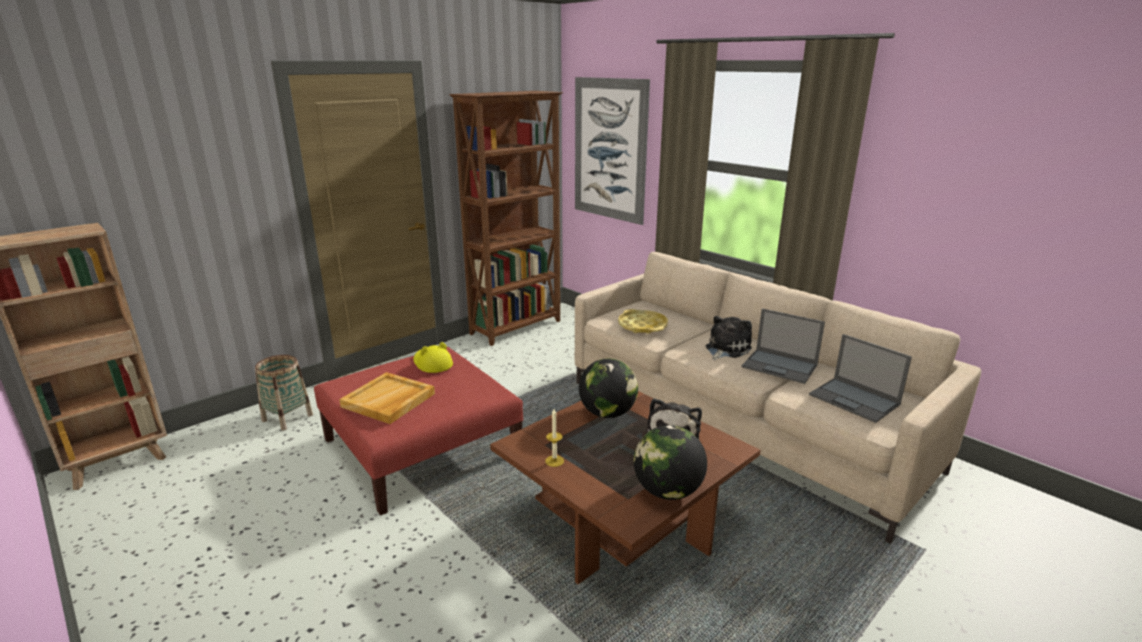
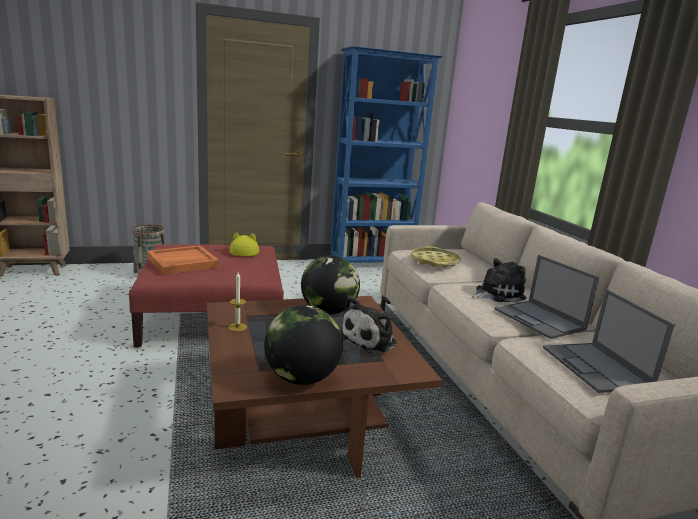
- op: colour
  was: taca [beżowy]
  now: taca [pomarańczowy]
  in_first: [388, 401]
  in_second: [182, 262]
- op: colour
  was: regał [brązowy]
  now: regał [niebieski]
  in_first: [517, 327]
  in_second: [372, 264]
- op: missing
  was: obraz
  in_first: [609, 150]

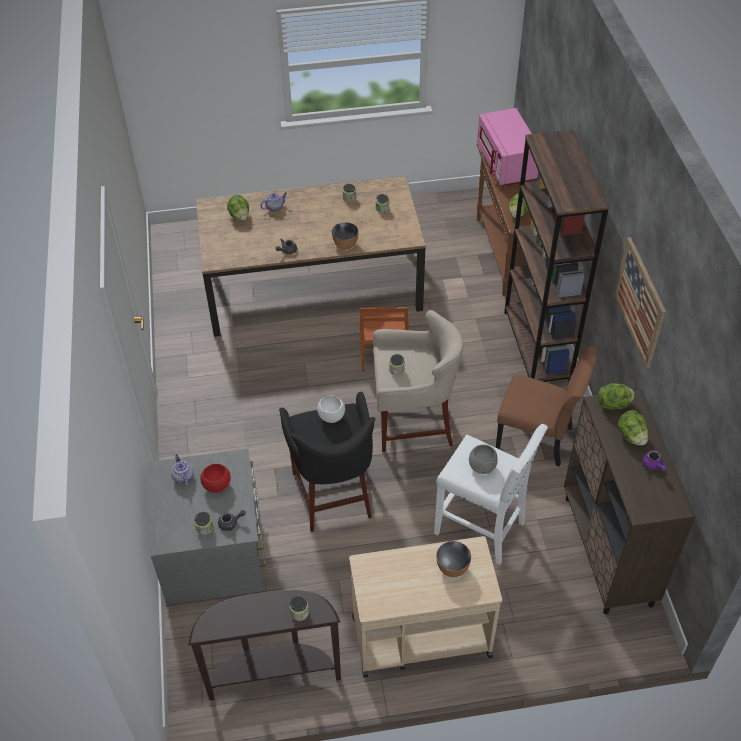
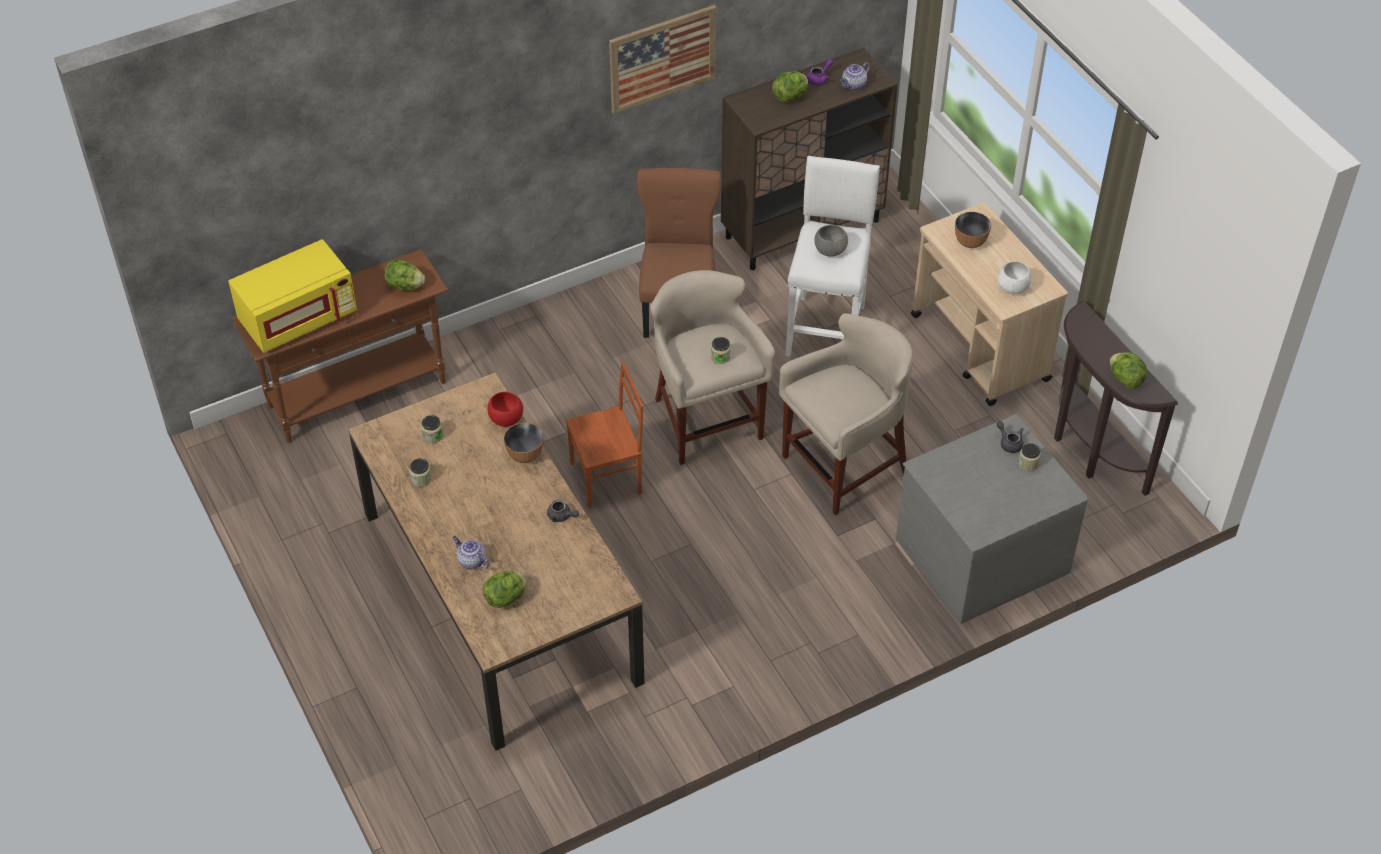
- op: relocated
  was: imbryk
  in_first: [183, 477]
  in_second: [853, 85]
- op: relocated
  was: miska [czerwony]
  in_first: [216, 485]
  in_second: [506, 420]
- op: colour
  was: stołek [czarny]
  now: stołek [beżowy]
  in_first: [333, 493]
  in_second: [844, 467]
- op: missing
  was: słoik
  in_first: [299, 612]
- op: relocated
  was: miska [biały]
  in_first: [331, 417]
  in_second: [1013, 288]
- op: colour
  was: mikrofalówka [różowy]
  now: mikrofalówka [żółty]
  in_first: [506, 164]
  in_second: [298, 318]
- op: missing
  was: regał [brązowy]
  in_first: [537, 346]
- op: relocated
  was: sałata
  in_first: [614, 404]
  in_second: [1125, 379]

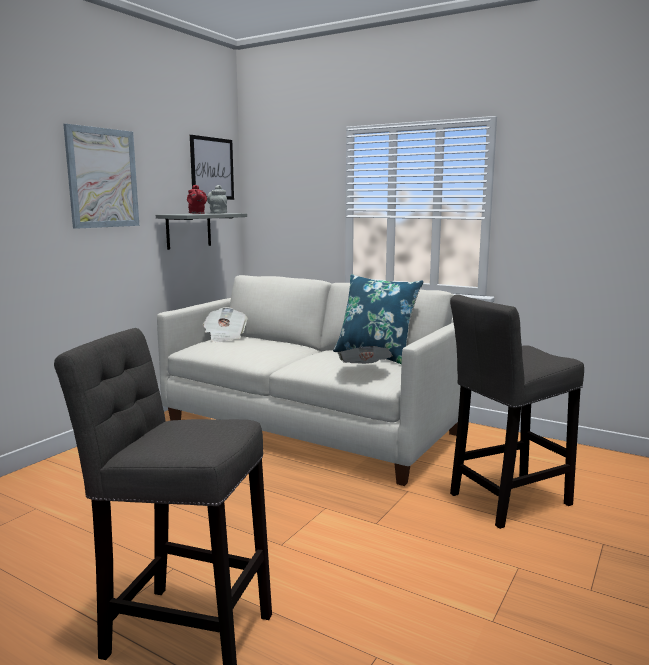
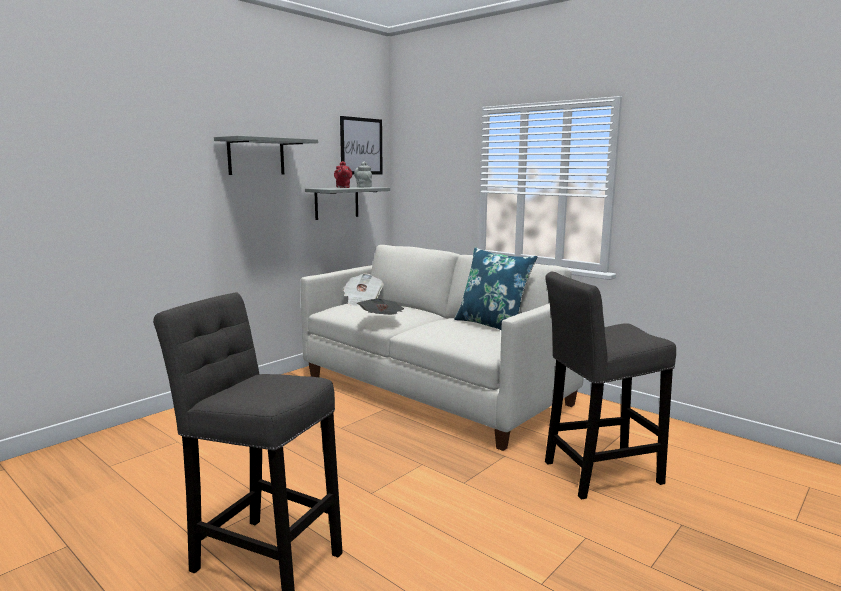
- op: exchanged
  was: obraz
  now: półka [szary]
  in_first: [102, 178]
  in_second: [256, 156]
- op: relocated
  was: gazeta
  in_first: [364, 370]
  in_second: [382, 320]

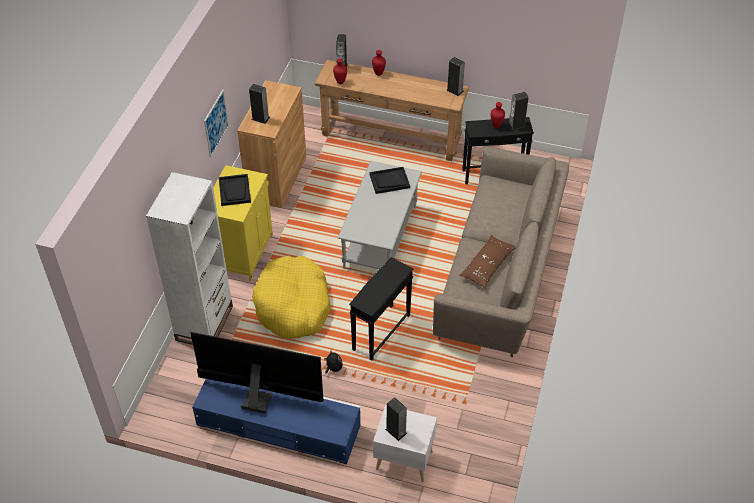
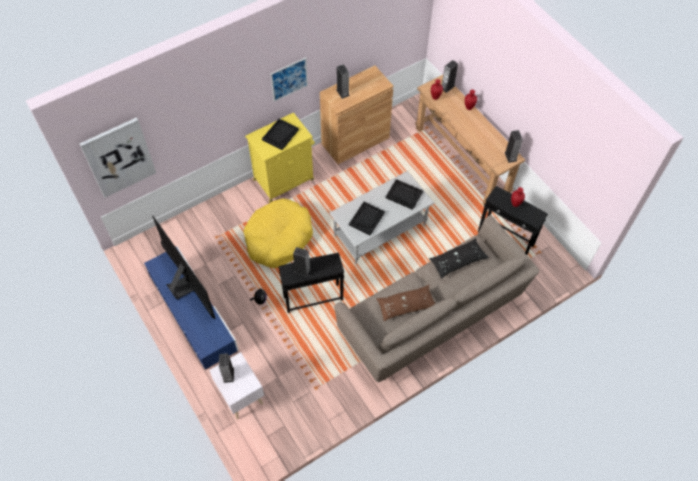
- op: missing
  was: regał [biały]
  in_first: [204, 323]
- op: relocated
  was: głośnik
  in_first: [516, 125]
  in_second: [302, 270]
- op: appeared
  now: obraz
  in_second: [119, 157]
- op: appeared
  now: taca [czarny]
  in_second: [366, 219]
- op: appeared
  now: poduszka [czarny]
  in_second: [458, 261]

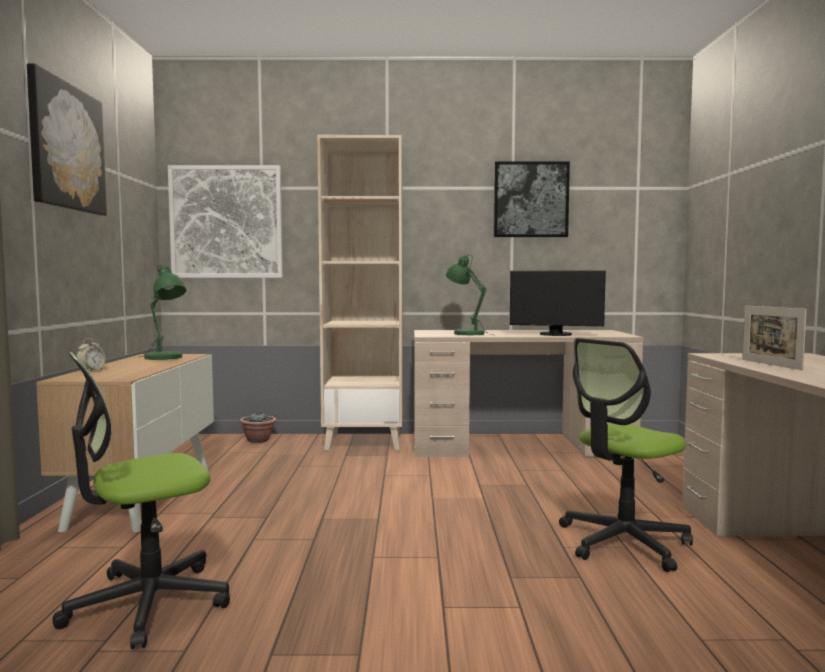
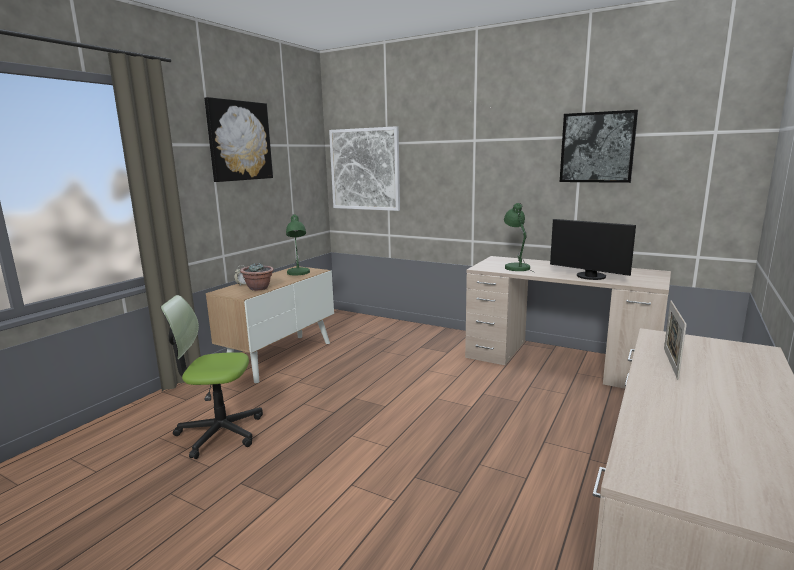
- op: relocated
  was: roślina doniczkowa
  in_first: [258, 440]
  in_second: [259, 288]
- op: missing
  was: regał [beżowy]
  in_first: [365, 442]
- op: missing
  was: krzesło biurowe
  in_first: [623, 542]

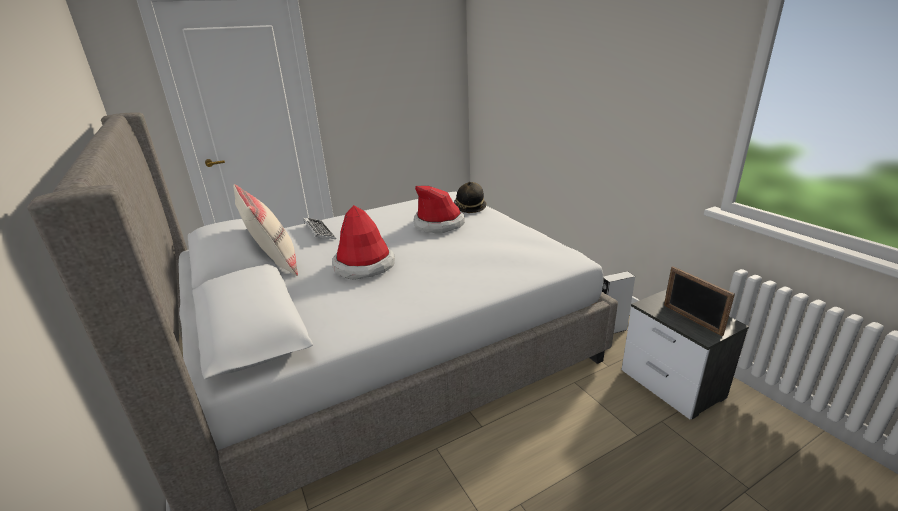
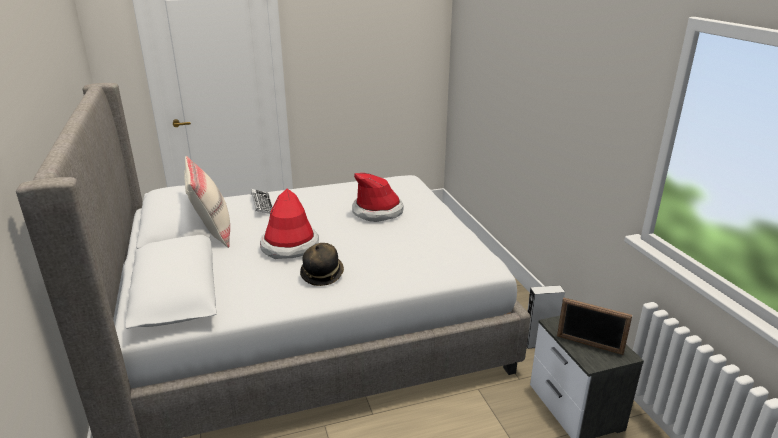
- op: relocated
  was: kapelusz
  in_first: [470, 207]
  in_second: [322, 274]
- op: spun
  was: ramka na zdjęcie
  in_first: [691, 319]
  in_second: [589, 345]
  clockwise: -45

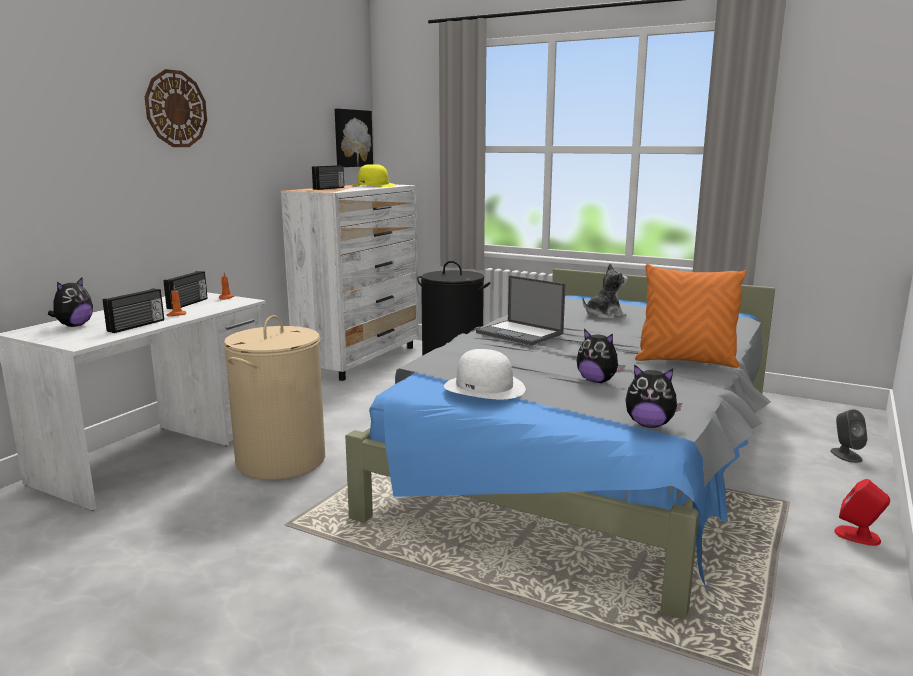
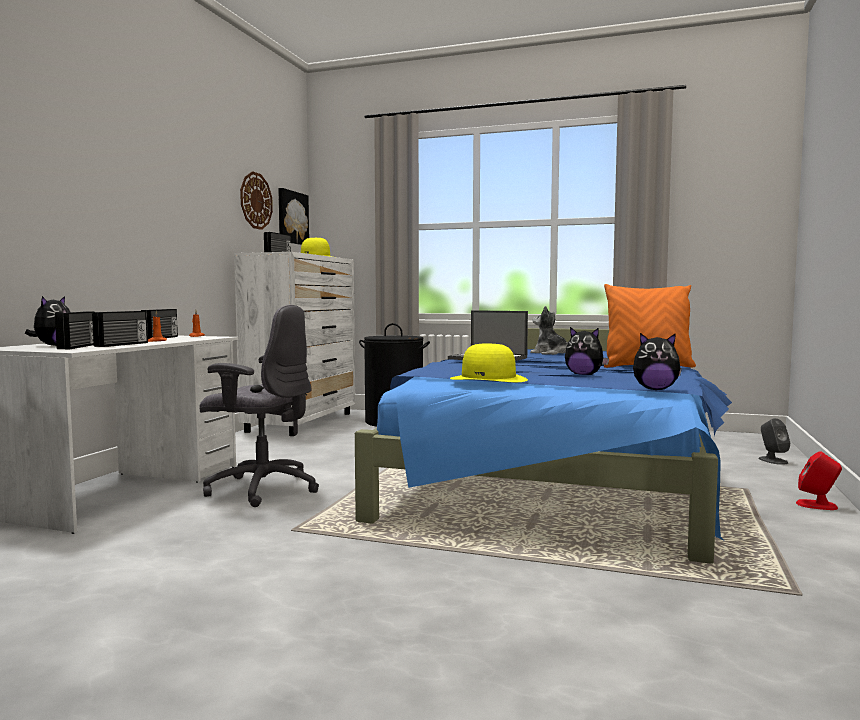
- op: relocated
  was: zegar ścienny
  in_first: [176, 109]
  in_second: [255, 201]
- op: exchanged
  was: kosz na pranie [beżowy]
  now: krzesło biurowe [szary]
  in_first: [281, 460]
  in_second: [262, 489]
- op: colour
  was: łóżko [szary]
  now: łóżko [niebieski]
  in_first: [592, 451]
  in_second: [559, 468]
- op: colour
  was: kapelusz [biały]
  now: kapelusz [żółty]
  in_first: [485, 387]
  in_second: [489, 379]
- op: spun
  was: pluszak
  in_first: [604, 315]
  in_second: [549, 353]
  clockwise: -105
- op: appeared
  now: radio
  in_second: [78, 346]

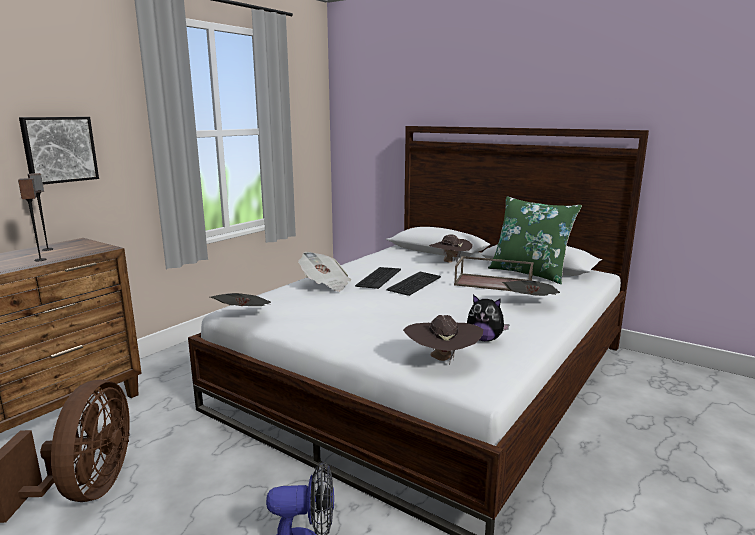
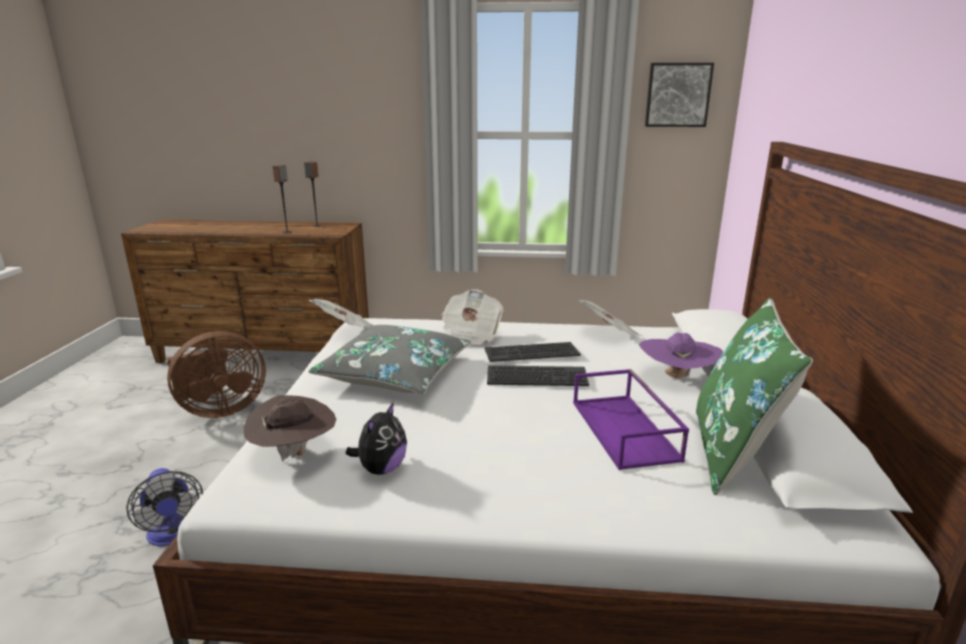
- op: relocated
  was: obraz
  in_first: [59, 149]
  in_second: [677, 95]
- op: colour
  was: kapelusz [brązowy]
  now: kapelusz [fioletowy]
  in_first: [449, 262]
  in_second: [676, 378]
- op: colour
  was: taca [brązowy]
  now: taca [fioletowy]
  in_first: [494, 283]
  in_second: [626, 430]
- op: spun
  was: pluszak
  in_first: [485, 339]
  in_second: [381, 469]
  clockwise: -150
- op: relocated
  was: gazeta
  in_first: [530, 303]
  in_second: [609, 334]
- op: appeared
  now: poduszka [szary]
  in_second: [395, 373]

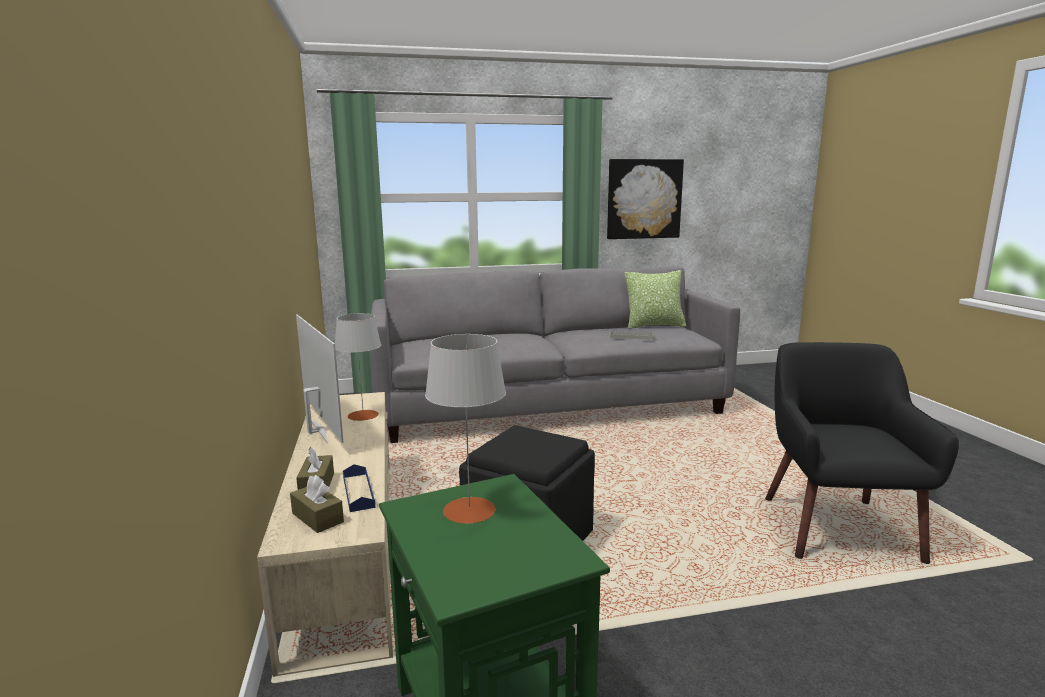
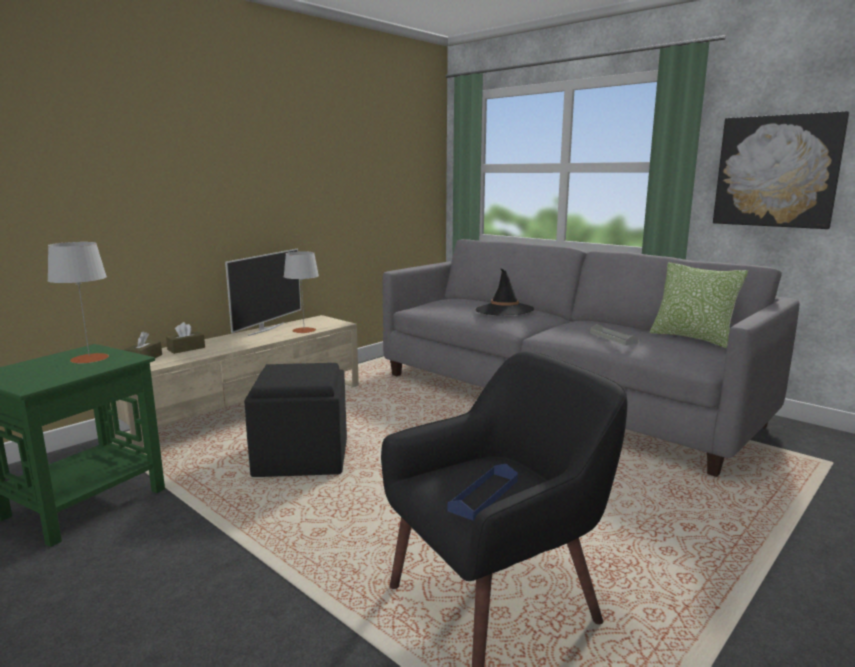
- op: relocated
  was: taca [niebieski]
  in_first: [358, 491]
  in_second: [484, 495]
- op: appeared
  now: kapelusz [czarny]
  in_second: [504, 310]

